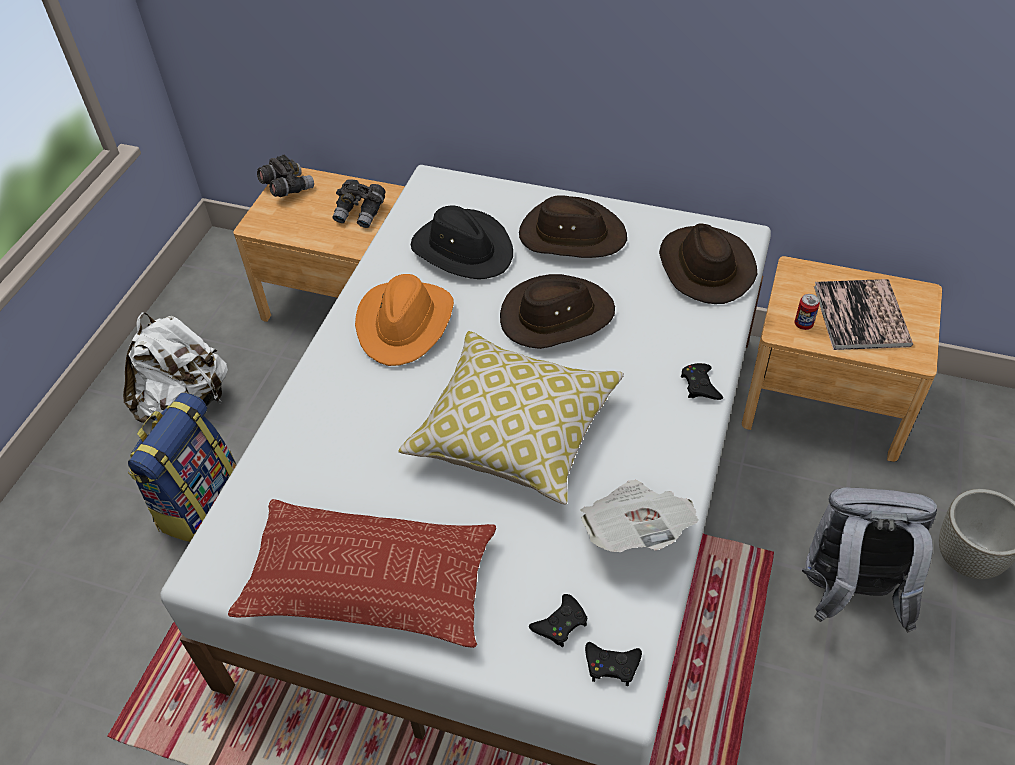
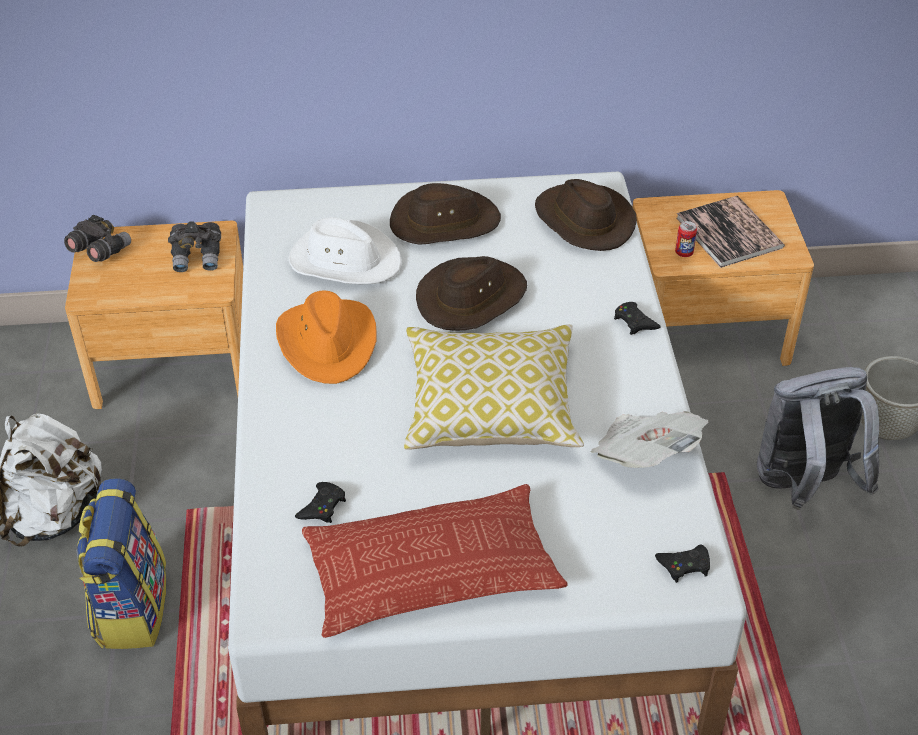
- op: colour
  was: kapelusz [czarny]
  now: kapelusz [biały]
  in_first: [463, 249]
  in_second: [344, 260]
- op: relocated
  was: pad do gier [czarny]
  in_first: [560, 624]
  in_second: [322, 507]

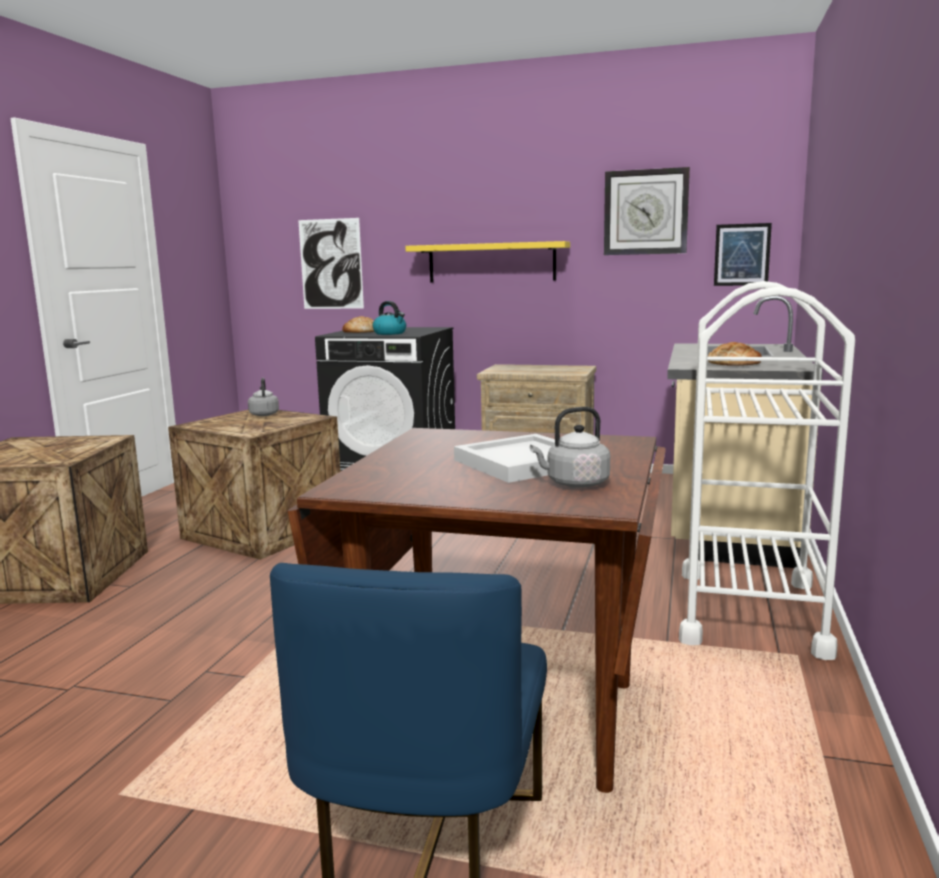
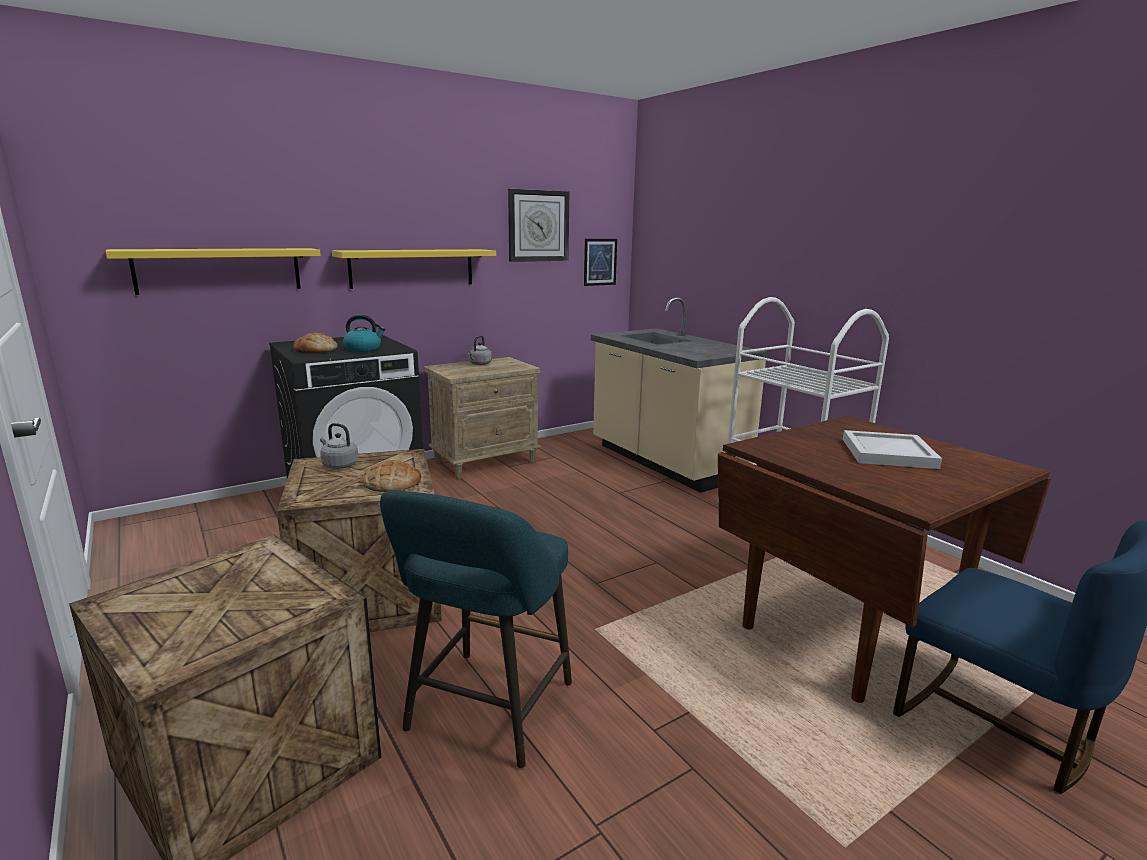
- op: exchanged
  was: obraz
  now: półka [żółty]
  in_first: [331, 264]
  in_second: [219, 270]
- op: relocated
  was: czajnik [szary]
  in_first: [574, 484]
  in_second: [479, 364]
- op: relocated
  was: chleb
  in_first: [734, 363]
  in_second: [392, 483]
- op: appeared
  now: stołek [turkusowy]
  in_second: [486, 713]

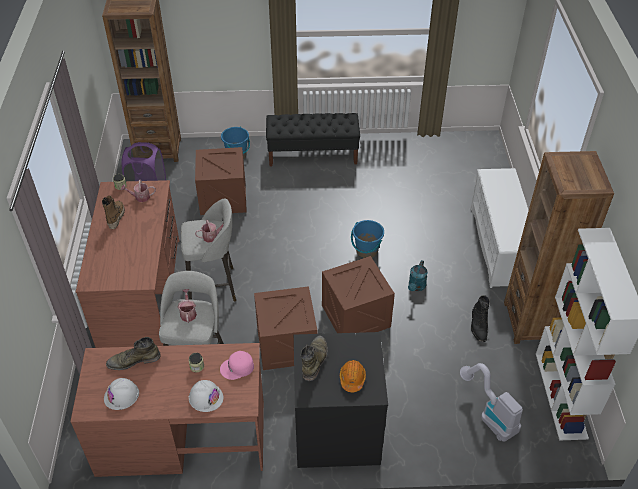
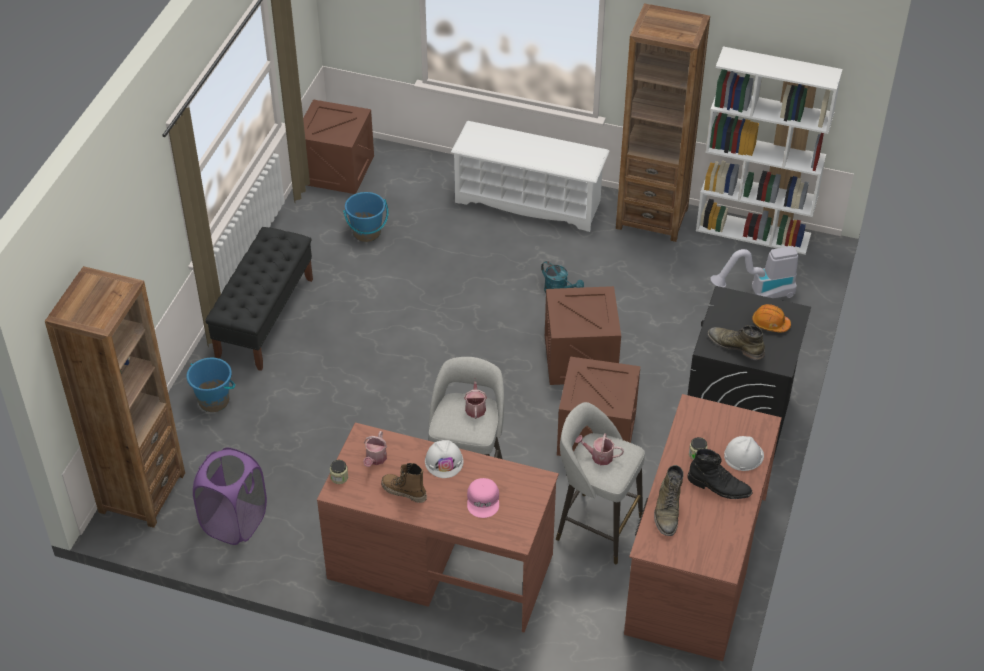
- op: relocated
  was: kask [biały]
  in_first: [121, 395]
  in_second: [444, 461]
- op: relocated
  was: skrzynka
  in_first: [223, 198]
  in_second: [336, 169]
- op: relocated
  was: czapka z daszkiem [różowy]
  in_first: [237, 368]
  in_second: [483, 500]
- op: relocated
  was: wiadro [niebieski]
  in_first: [366, 251]
  in_second: [367, 233]
- op: relocated
  was: but z cholewką [czarny]
  in_first: [479, 325]
  in_second: [719, 486]

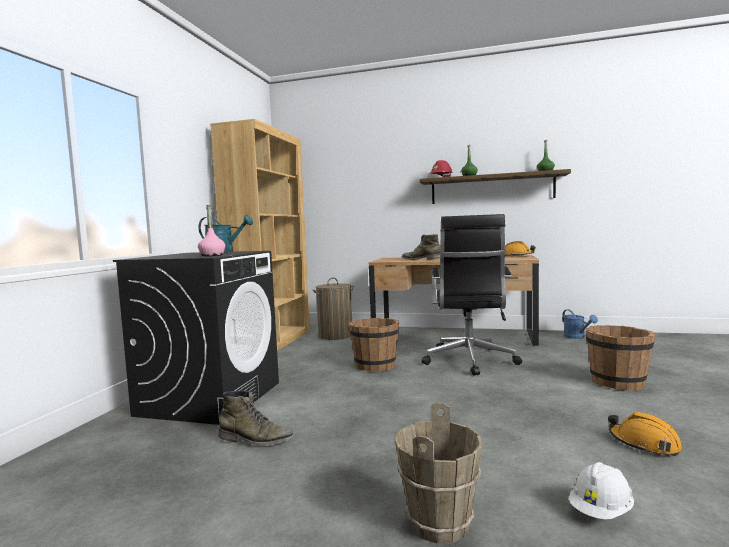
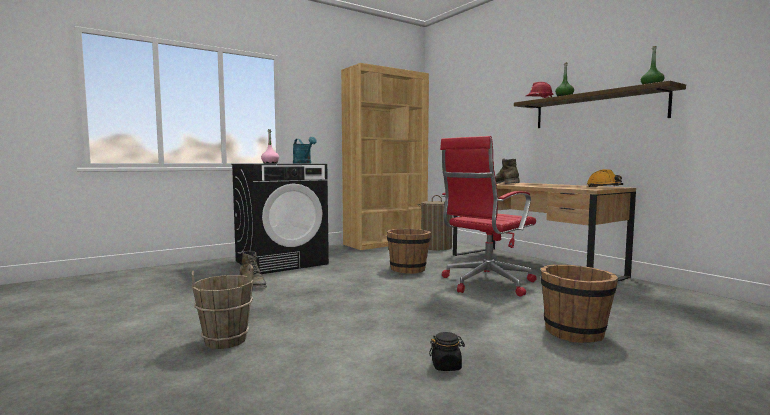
- op: colour
  was: krzesło biurowe [czarny]
  now: krzesło biurowe [czerwony]
  in_first: [469, 361]
  in_second: [485, 284]
- op: missing
  was: konewka [niebieski]
  in_first: [577, 337]
- op: missing
  was: kask [biały]
  in_first: [601, 511]
- op: exchanged
  was: kask [pomarańczowy]
  now: słoik [czarny]
  in_first: [644, 444]
  in_second: [446, 366]

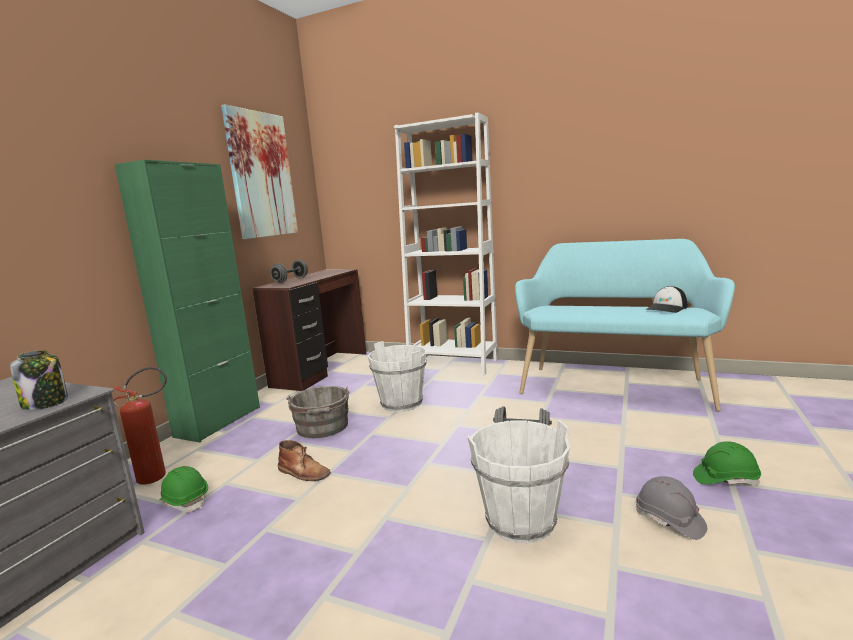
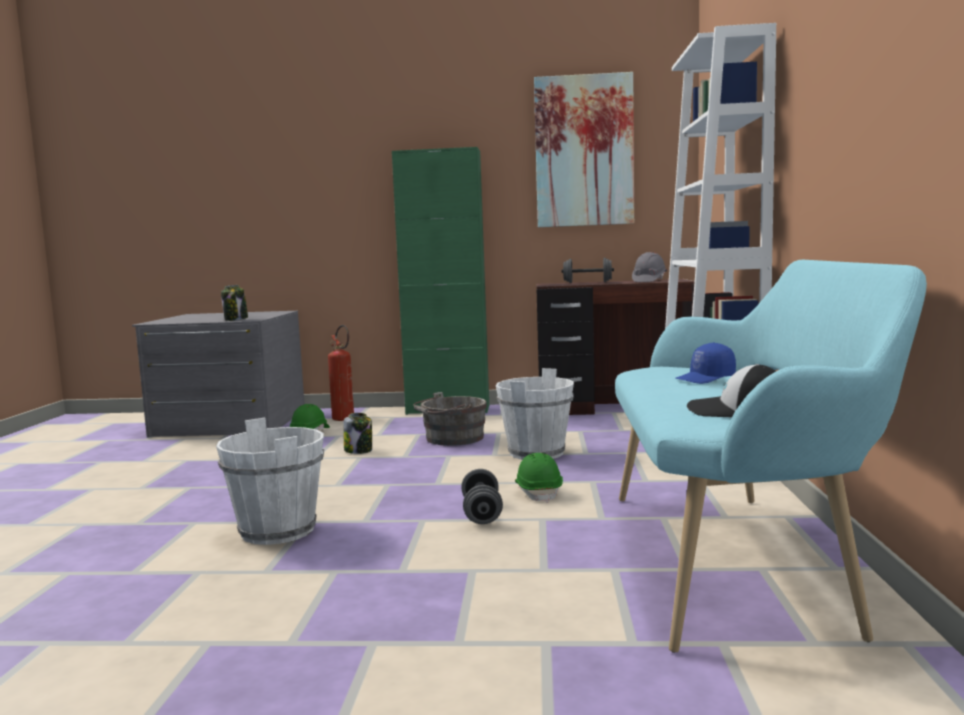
- op: exchanged
  was: but z cholewką [brązowy]
  now: słoik
  in_first: [304, 472]
  in_second: [359, 450]
- op: relocated
  was: kask [szary]
  in_first: [669, 521]
  in_second: [648, 281]
- op: relocated
  was: kask [zielony]
  in_first: [725, 479]
  in_second: [538, 493]
- op: appeared
  now: czapka z daszkiem [niebieski]
  in_second: [705, 379]

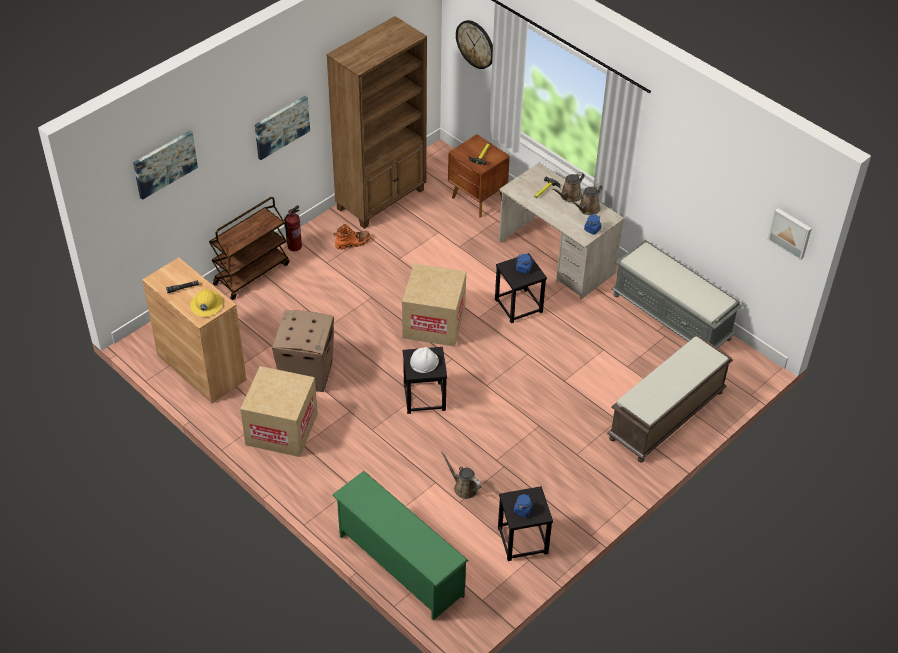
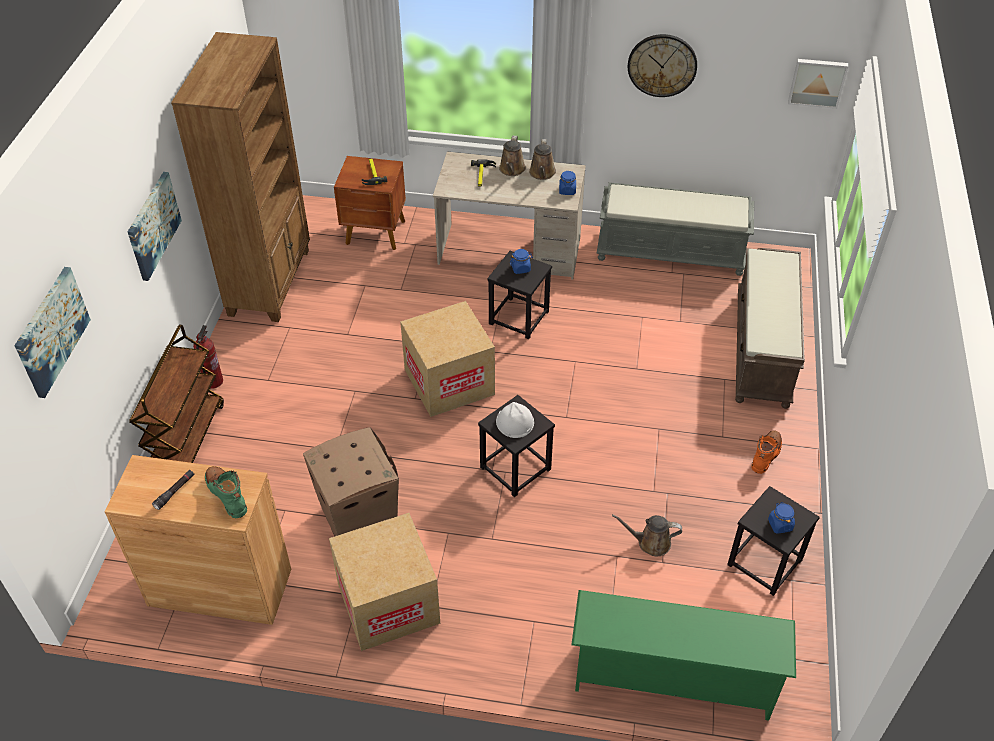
- op: exchanged
  was: kask [żółty]
  now: but z cholewką [zielony]
  in_first: [206, 305]
  in_second: [227, 495]
- op: relocated
  was: but z cholewką [pomarańczowy]
  in_first: [353, 243]
  in_second: [766, 455]
- op: relocated
  was: zegar ścienny
  in_first: [475, 44]
  in_second: [662, 65]

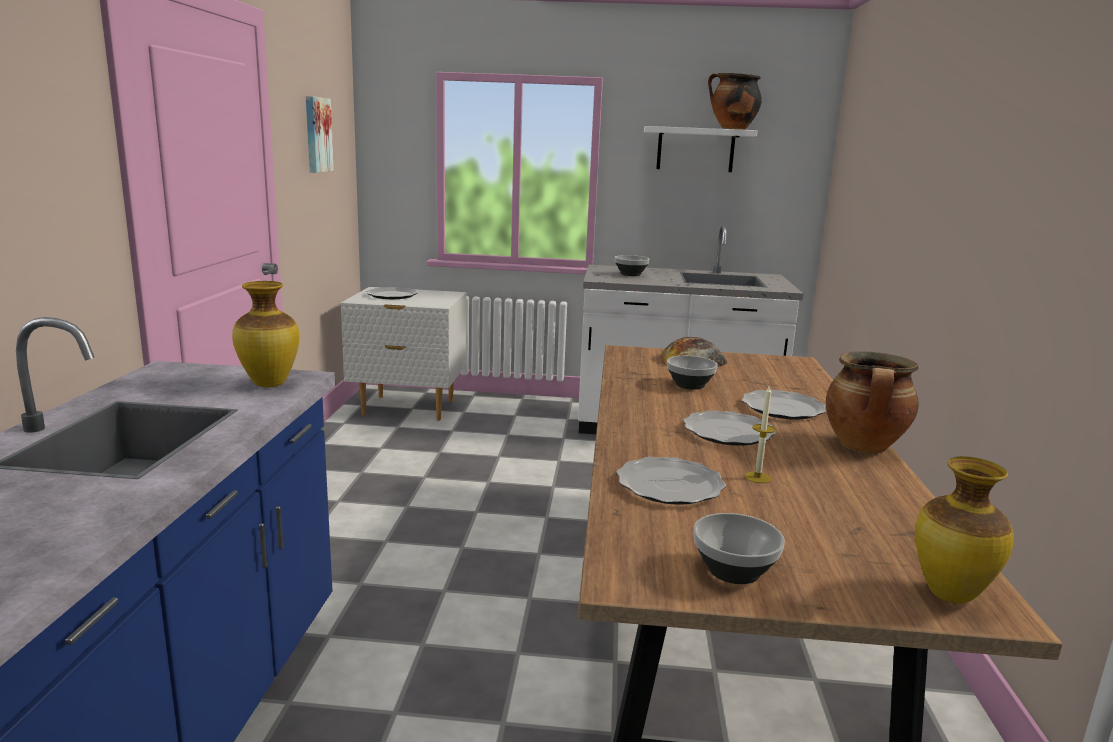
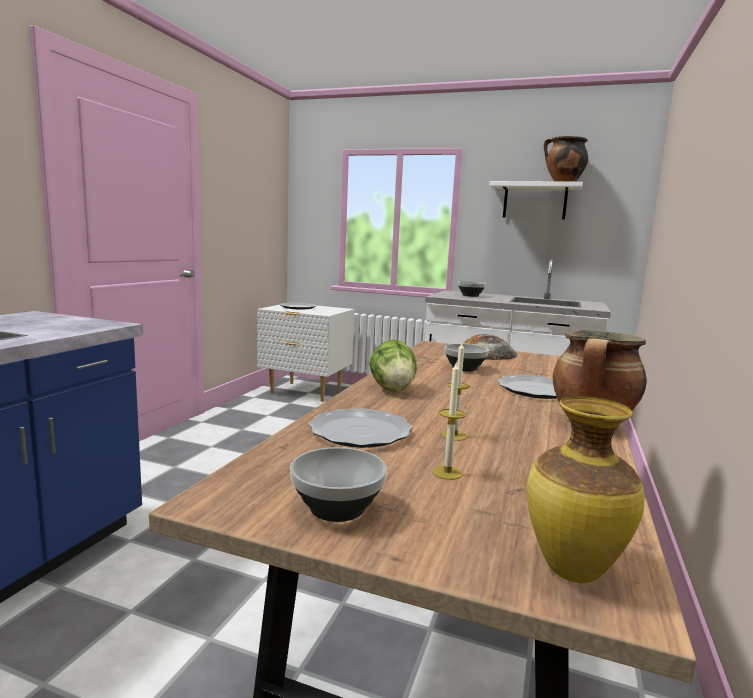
- op: missing
  was: wazon
  in_first: [268, 384]
- op: missing
  was: obraz
  in_first: [316, 134]
- op: missing
  was: talerz
  in_first: [727, 432]
- op: appeared
  now: sałata
  in_second: [392, 389]
- op: appeared
  now: świeca
  in_second: [447, 472]

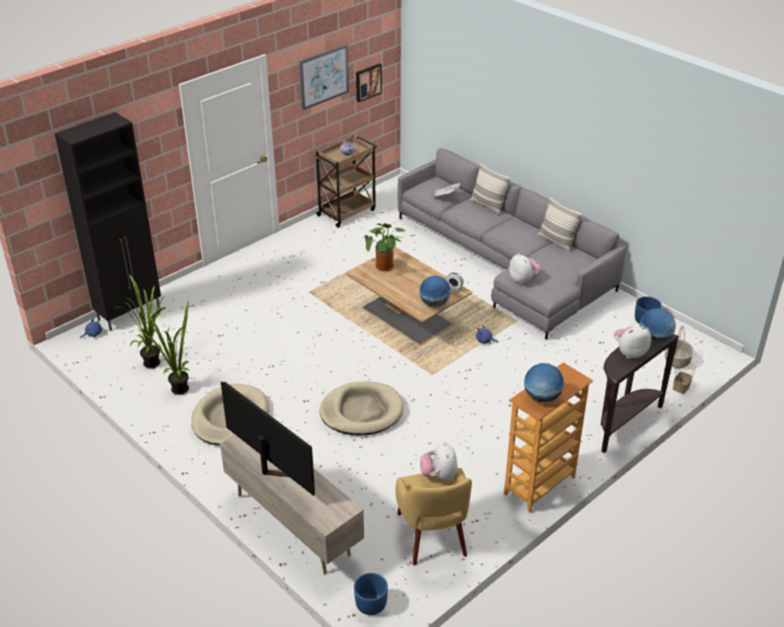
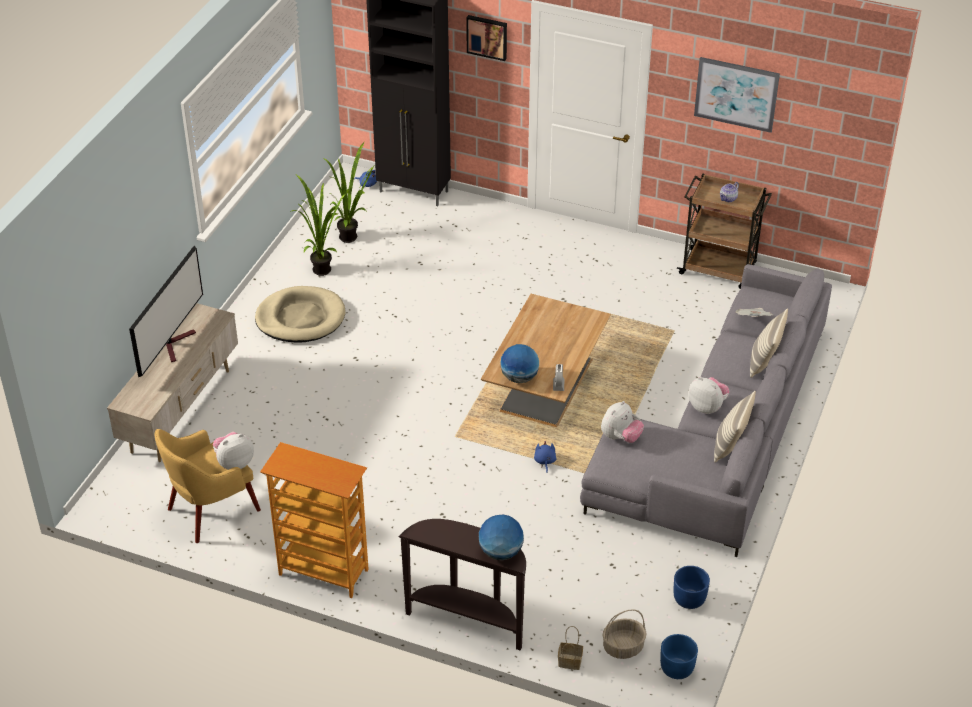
- op: missing
  was: legowisko [beżowy]
  in_first: [361, 412]
- op: relocated
  was: donica [niebieski]
  in_first: [370, 605]
  in_second: [676, 668]
- op: relocated
  was: obraz
  in_first: [367, 82]
  in_second: [487, 36]
- op: missing
  was: roślina doniczkowa
  in_first: [385, 268]
- op: missing
  was: globus
  in_first: [542, 397]
- op: relocated
  was: pluszak
  in_first: [629, 353]
  in_second: [707, 407]

